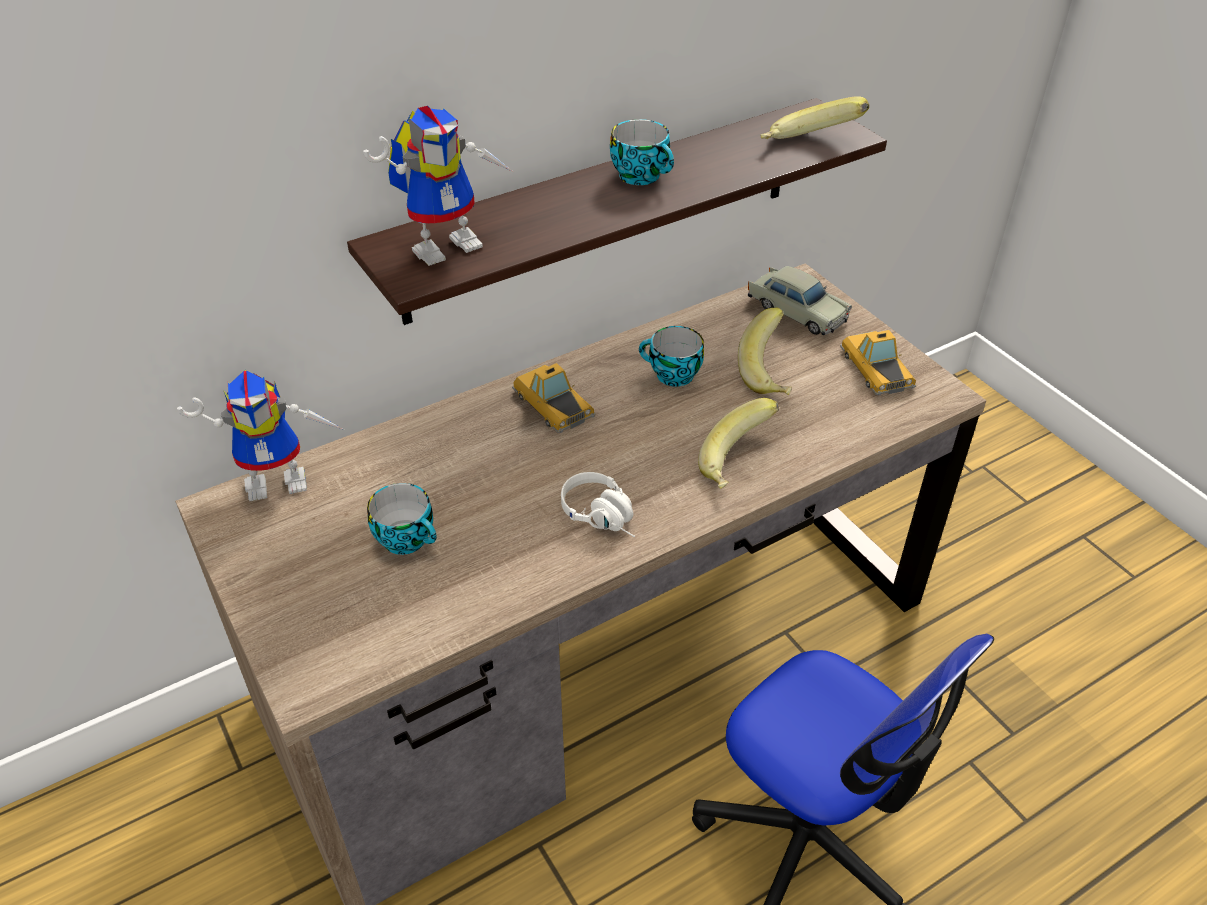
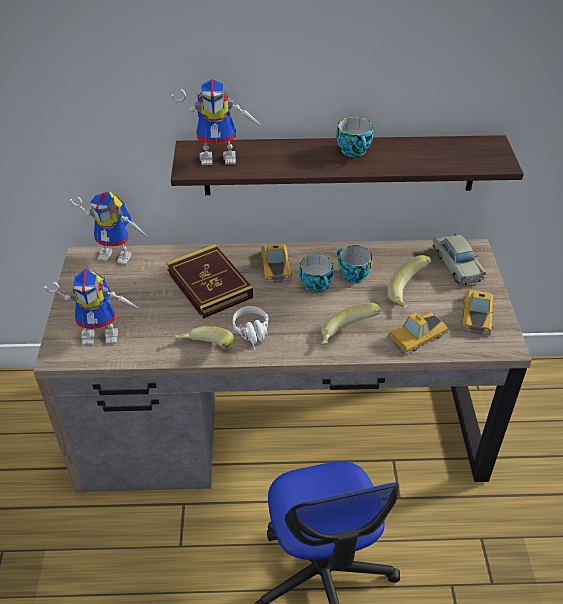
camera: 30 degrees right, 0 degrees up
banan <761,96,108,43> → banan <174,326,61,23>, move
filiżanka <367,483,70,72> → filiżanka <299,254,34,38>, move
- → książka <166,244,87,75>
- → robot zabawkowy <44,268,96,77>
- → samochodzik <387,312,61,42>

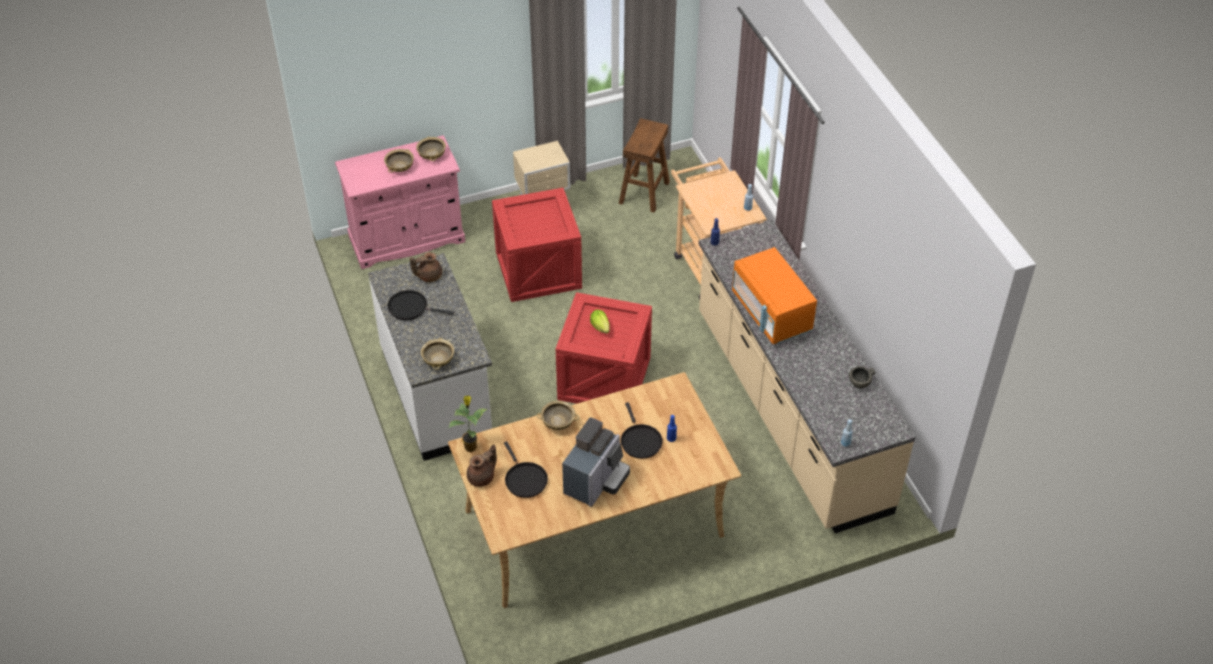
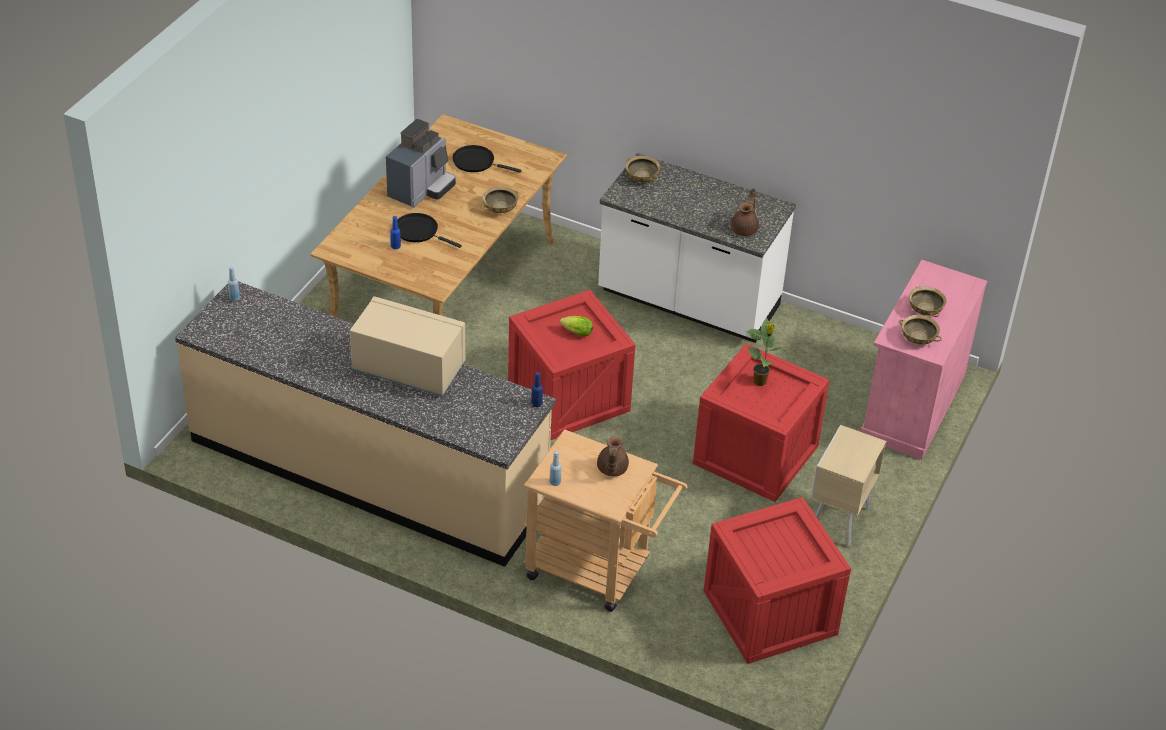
camera: 135 degrees right, 5 degrees down
stołek [brązowy] <619,118,51,94> → skrzynka <704,497,147,167>
mikrofalówka [pomarańczowy] <732,247,85,97> → mikrofalówka [beżowy] <350,296,115,100>
patelnia [czarny] <387,290,67,30> → -
miska [szary] <849,366,26,22> → -
roślina doniczkowa <449,396,38,56> → roślina doniczkowa <745,318,40,68>, move
ekspres do kawy <562,417,68,90> → ekspres do kawy <386,119,70,89>, 135 degrees counterclockwise
imbryk [brązowy] <467,445,30,42> → imbryk [brązowy] <597,437,32,39>, move

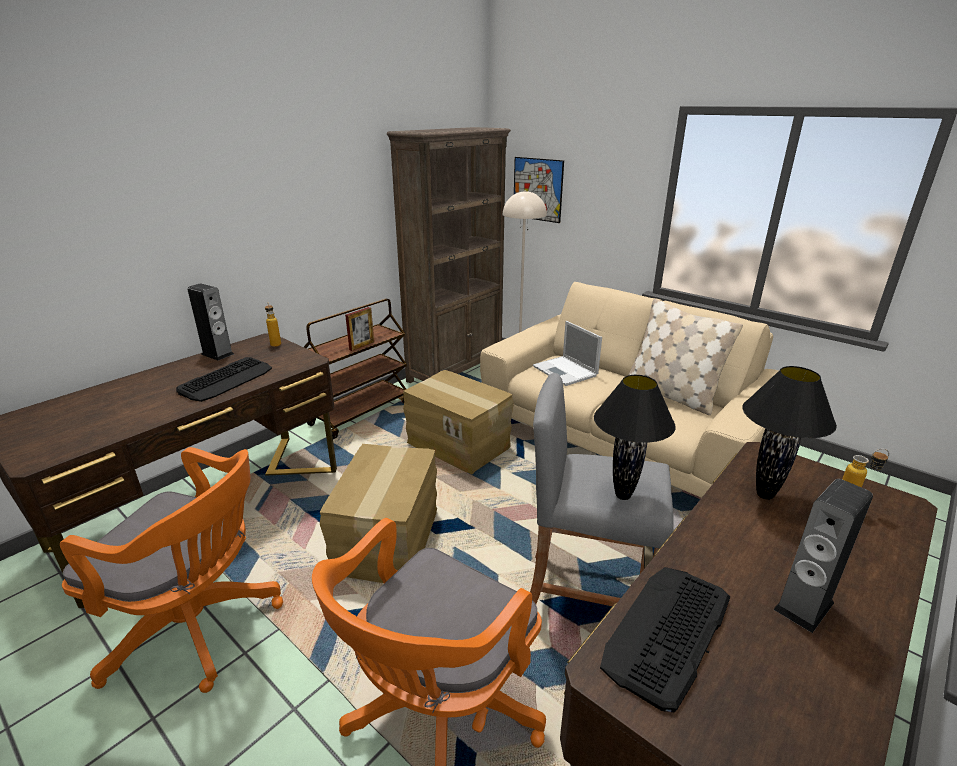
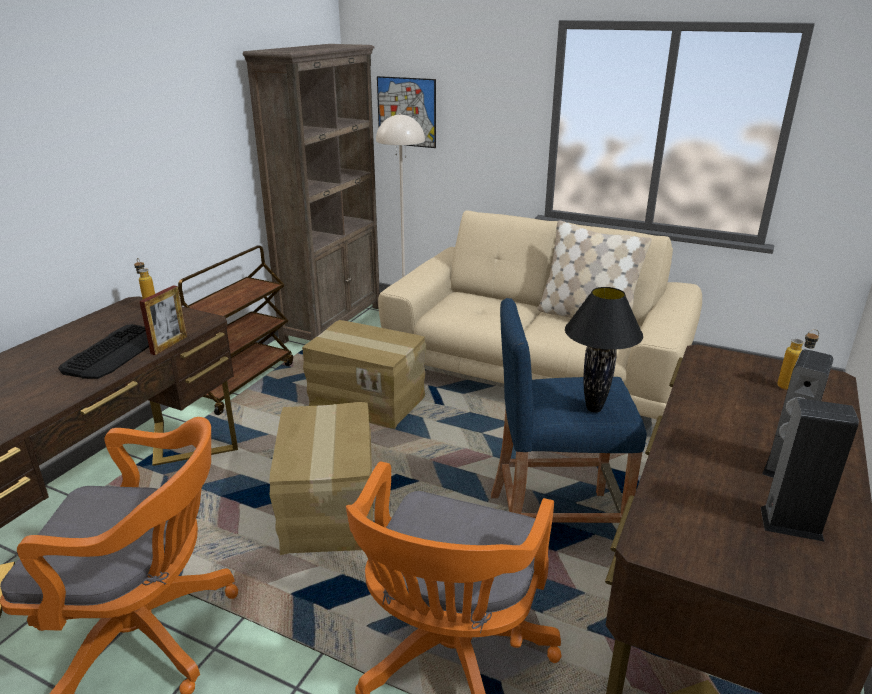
camera: 15 degrees left, 0 degrees up
głośnik <187,283,47,78> → głośnik <761,398,98,144>, move
ramka na zdjęcie <345,307,29,44> → ramka na zdjęcie <139,285,48,70>, move
laptop <533,321,69,65> → -
lampa stołowa [czarny] <743,366,94,134> → -
stołek [szary] <530,373,144,233> → stołek [niebieski] <491,298,156,225>
klawiatura <600,567,130,146> → -

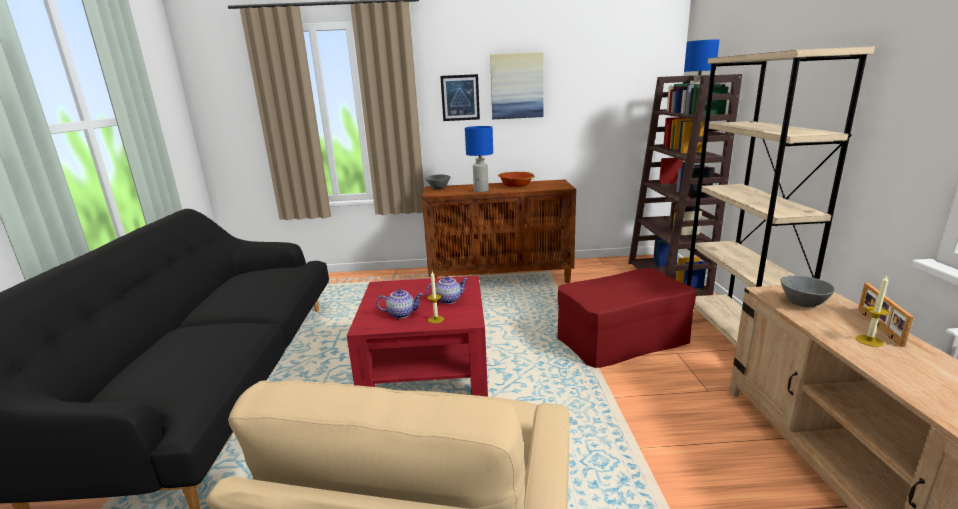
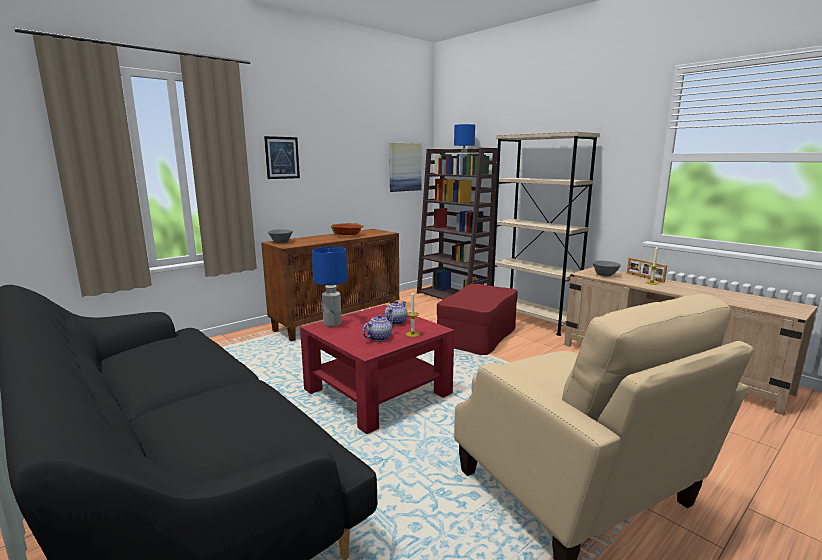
camera: 40 degrees left, 5 degrees down
obraz <490,52,54,67> → obraz <389,143,33,49>, move
lampa stołowa [niebieski] <465,126,28,66> → lampa stołowa [niebieski] <312,247,35,80>, move

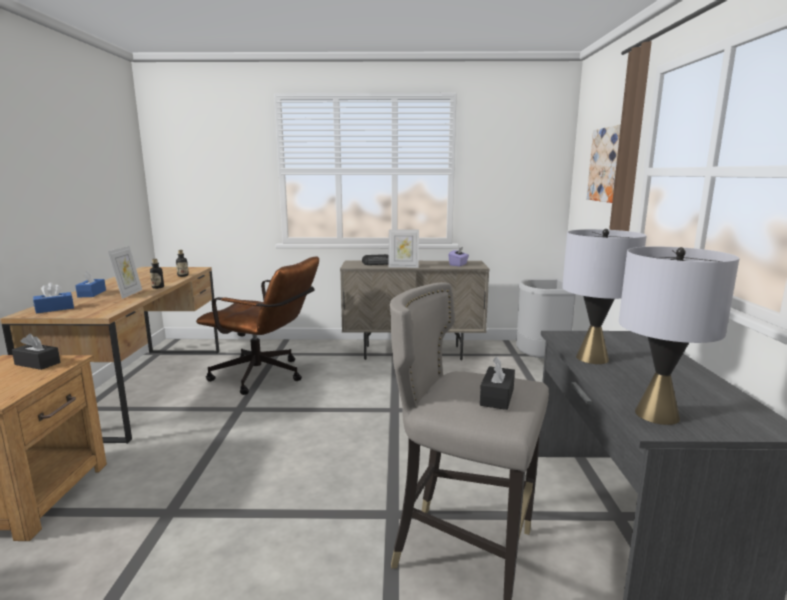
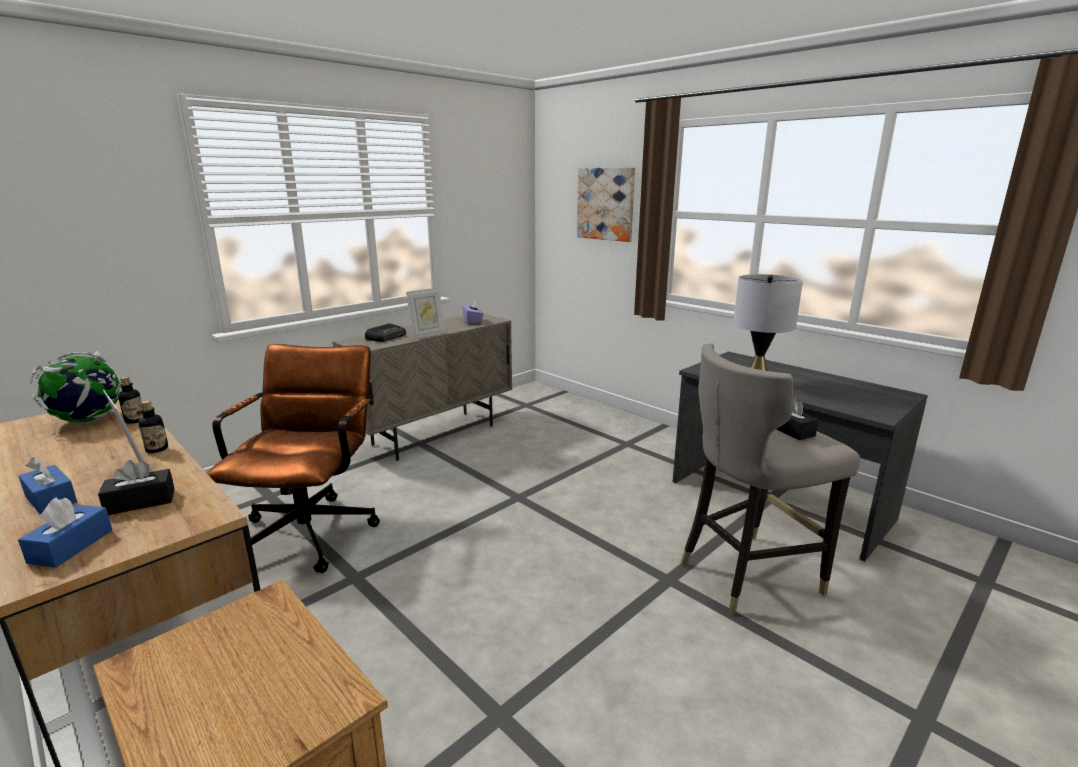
camera: 45 degrees left, 5 degrees up
lampa stołowa [szary] <619,247,121,178> → -
krzesło biurowe [brązowy] <196,257,123,138> → krzesło biurowe [brązowy] <207,344,173,229>, 60 degrees counterclockwise
kosz na śmieci [szary] <516,278,60,80> → -
pudełko chusteczek [czarny] <12,334,48,36> → pudełko chusteczek [czarny] <98,460,77,55>, move
- → globus <30,350,91,72>

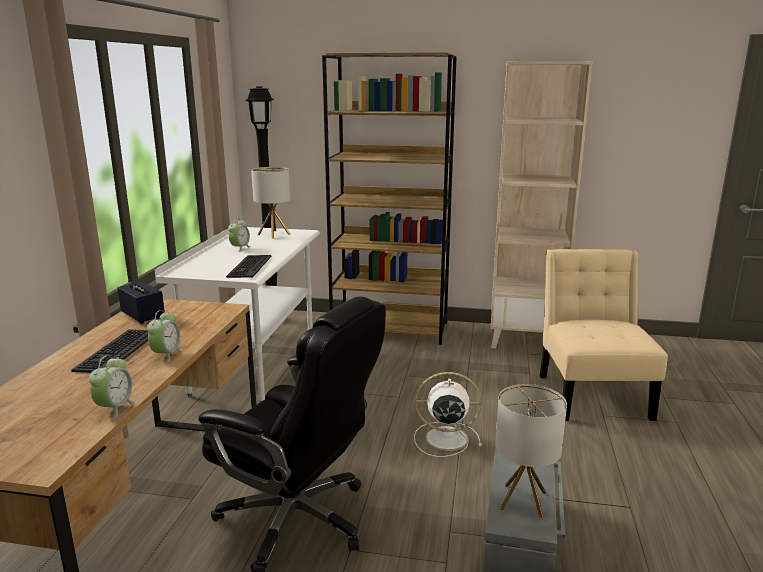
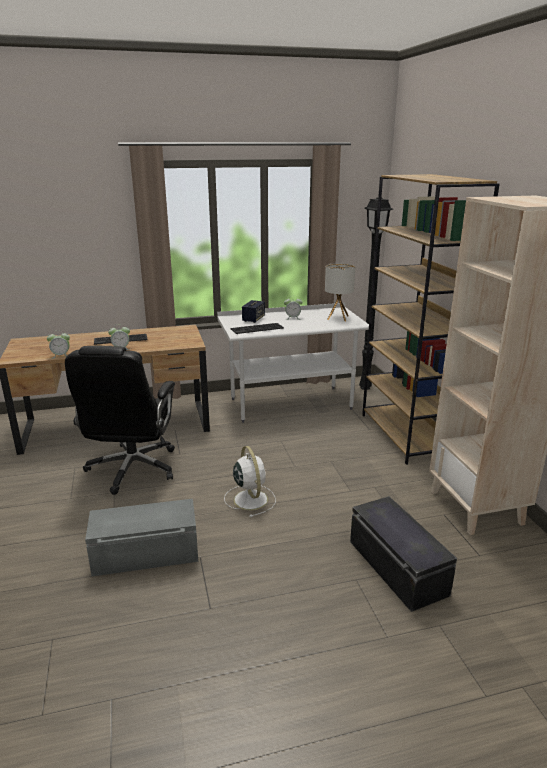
camera: 65 degrees right, 5 degrees up
krzesło [beżowy] <540,249,128,172> → pojemnik do przechowywania [czarny] <350,496,107,116>
głośnik <118,282,47,42> → głośnik <242,300,23,23>, move
lampa stołowa <495,384,72,134> → -

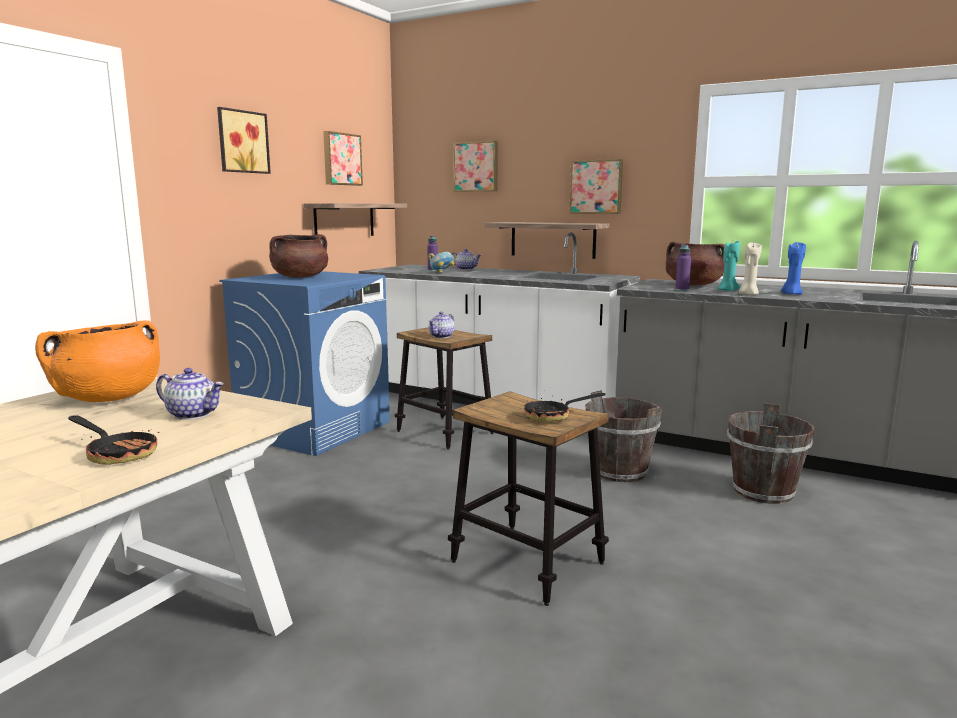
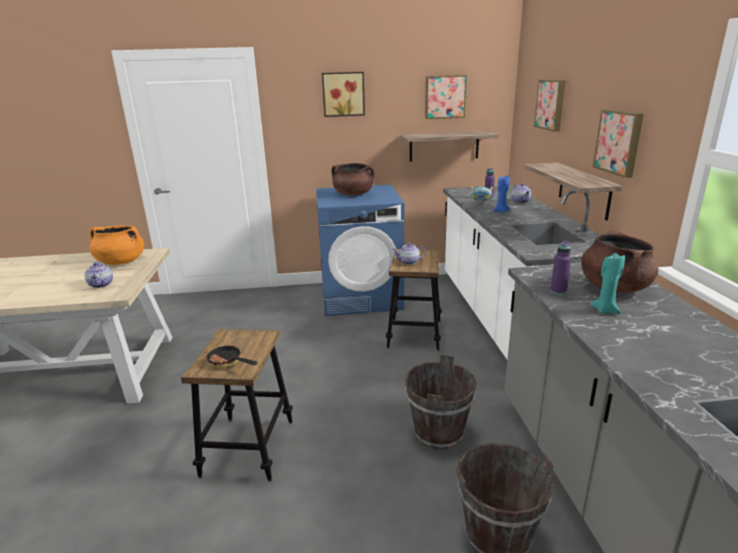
camera: 55 degrees right, 10 degrees up
świeca [niebieski] <781,242,25,53> → świeca [niebieski] <493,175,17,38>, move
świeca [beżowy] <739,243,23,52> → -
patelnia <68,415,92,50> → -

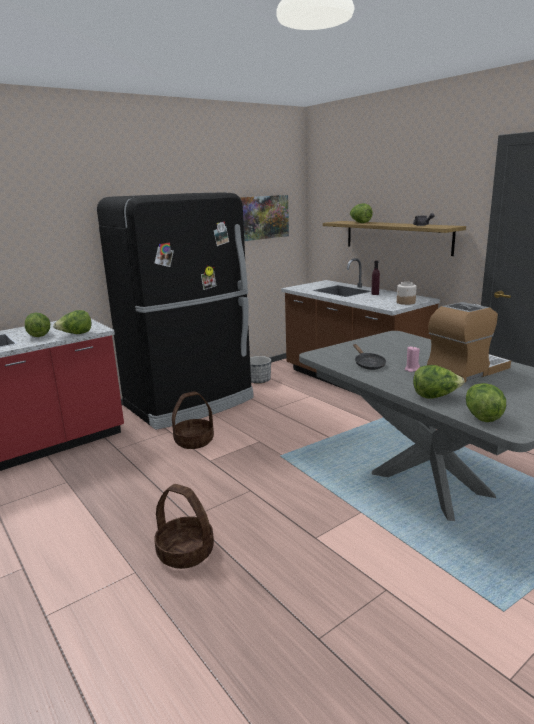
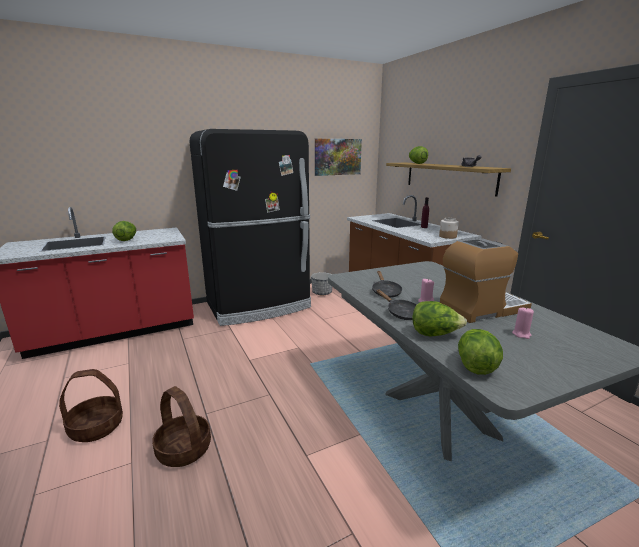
camera: 10 degrees right, 0 degrees up
sałata <53,310,39,24> → -
koszyk <172,391,42,58> → koszyk <59,369,64,73>, move
- → patelnia [czarny] <376,289,41,31>
- → świeca [różowy] <512,307,22,32>

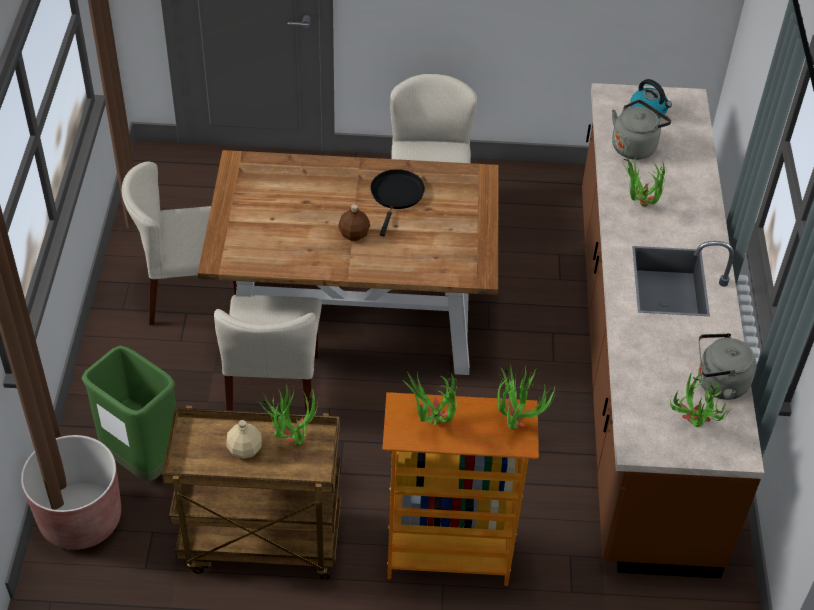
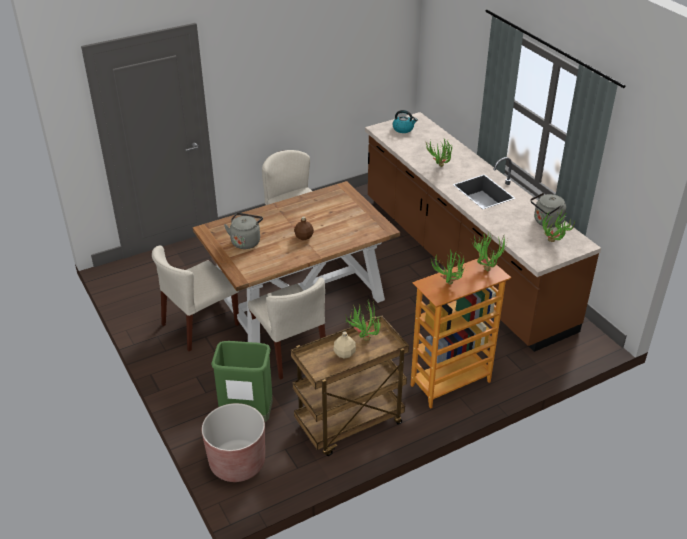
camera: 30 degrees left, 10 degrees down
czajnik [szary] <612,100,59,60> → czajnik [szary] <224,213,39,36>, move
patelnia [czarny] <370,169,55,67> → -

